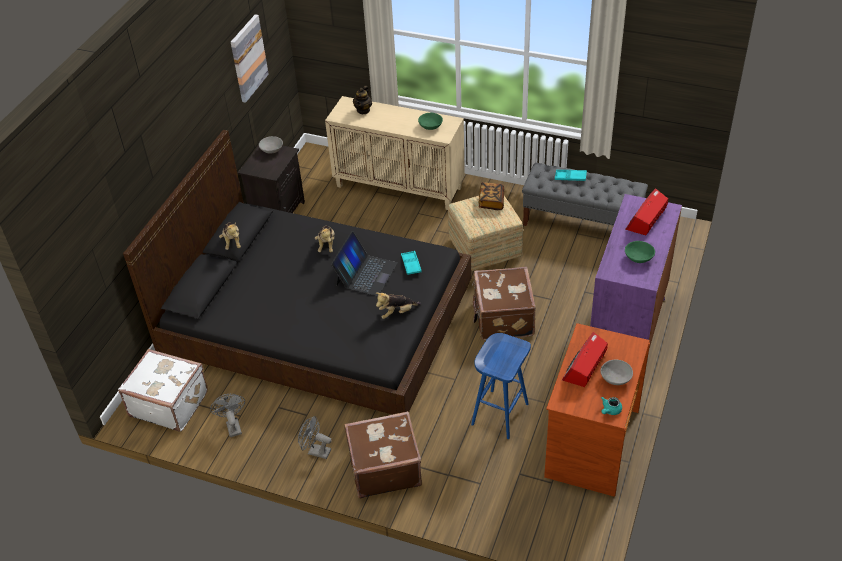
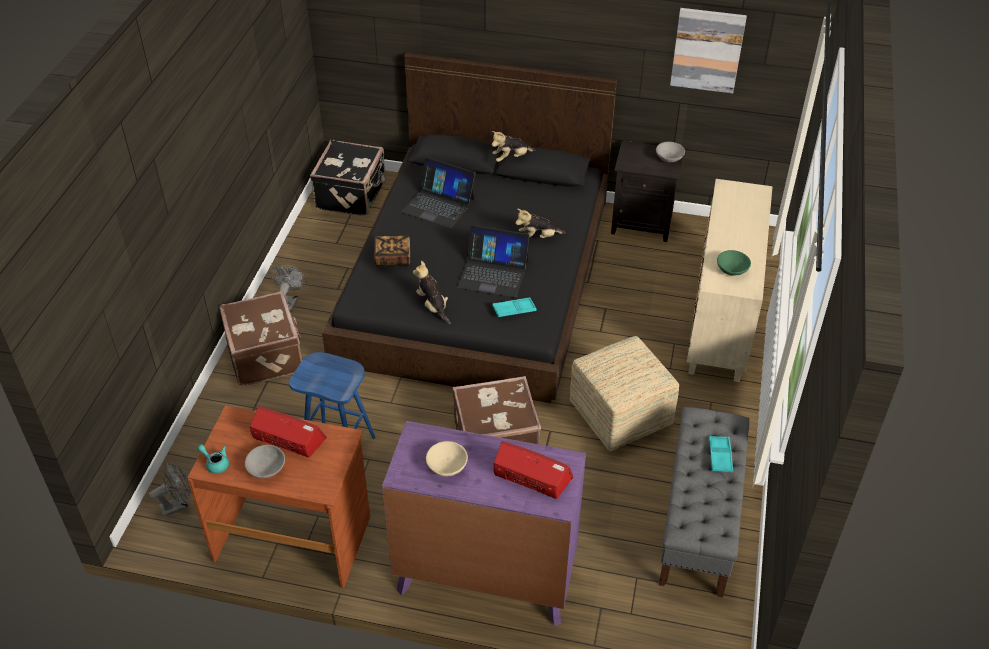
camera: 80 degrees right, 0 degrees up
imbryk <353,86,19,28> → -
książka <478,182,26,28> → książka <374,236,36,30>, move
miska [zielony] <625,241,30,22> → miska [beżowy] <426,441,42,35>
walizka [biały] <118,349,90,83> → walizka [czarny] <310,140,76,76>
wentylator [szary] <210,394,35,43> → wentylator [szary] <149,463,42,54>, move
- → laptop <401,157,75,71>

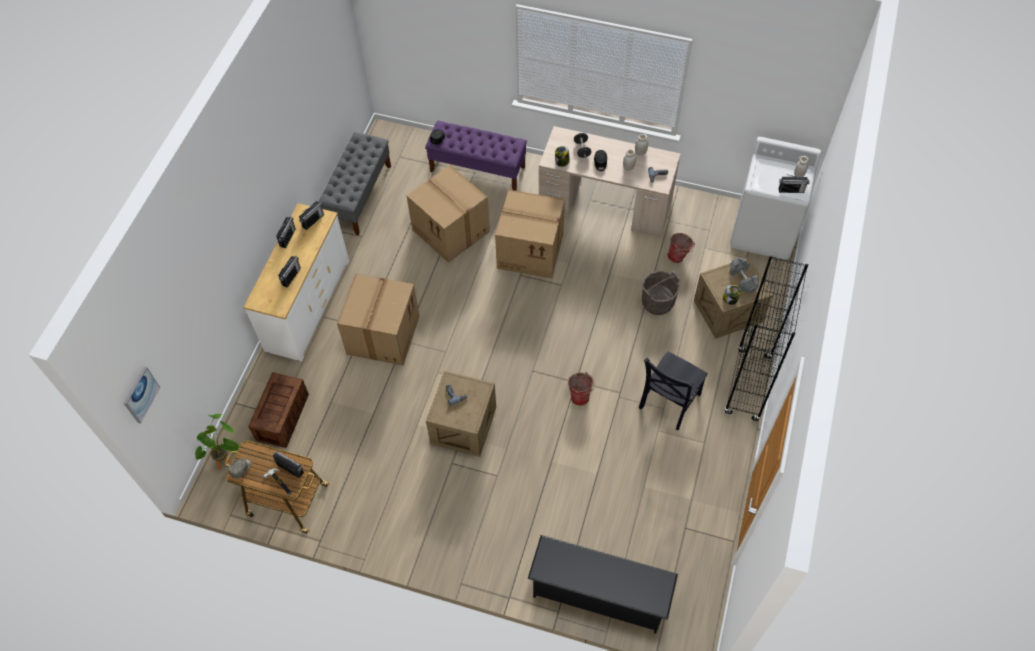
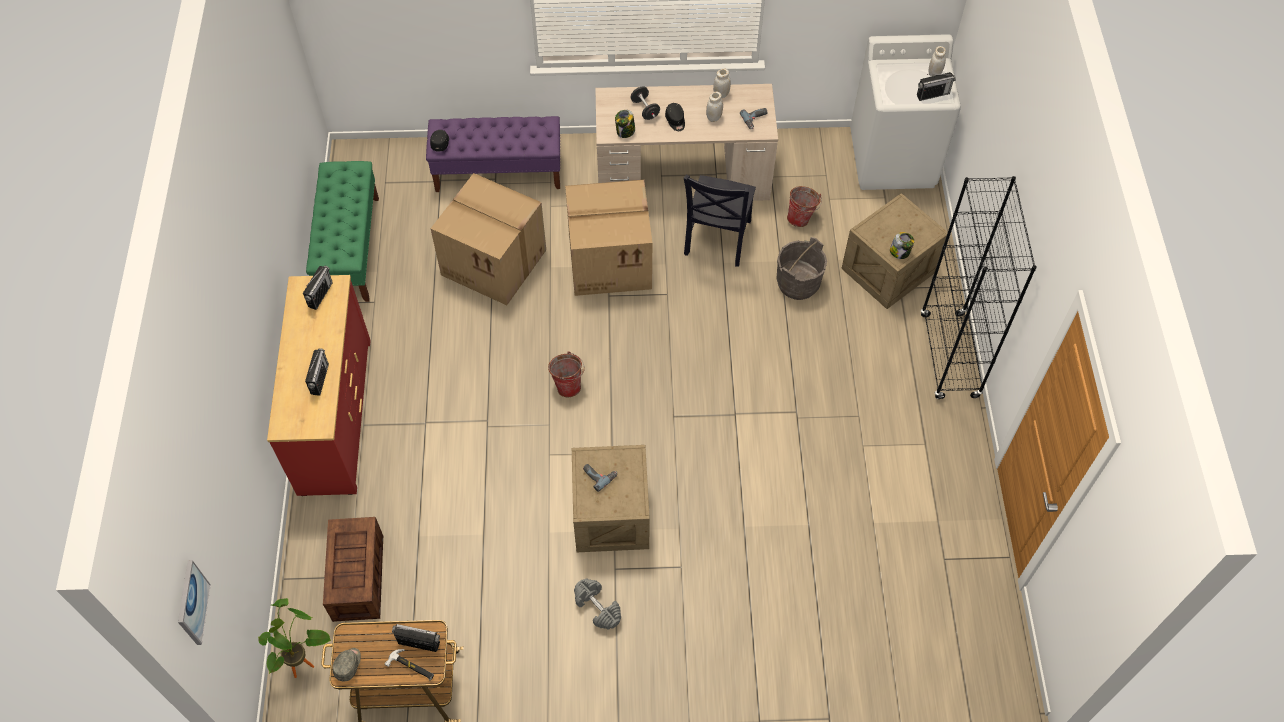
camera: 20 degrees left, 0 degrees up
ławka [szary] <319,132,72,103> → ławka [zielony] <306,161,73,141>
komoda [biały] <243,203,106,158> → komoda [czerwony] <267,275,104,221>
radio <276,217,20,31> → -
hantel [szary] <730,258,29,35> → hantel [szary] <574,579,47,51>, move
karton <337,273,83,93> → -
krzesło [czarny] <639,351,69,79> → krzesło [czarny] <684,174,72,93>, move
wiadro <568,372,27,34> → wiadro <548,351,37,46>, move
regał na buty [czarny] <528,535,150,99> → -

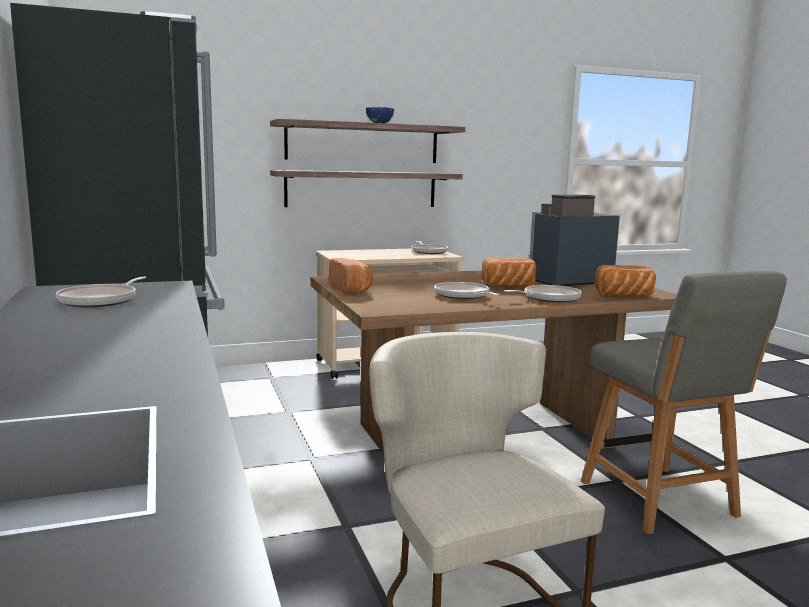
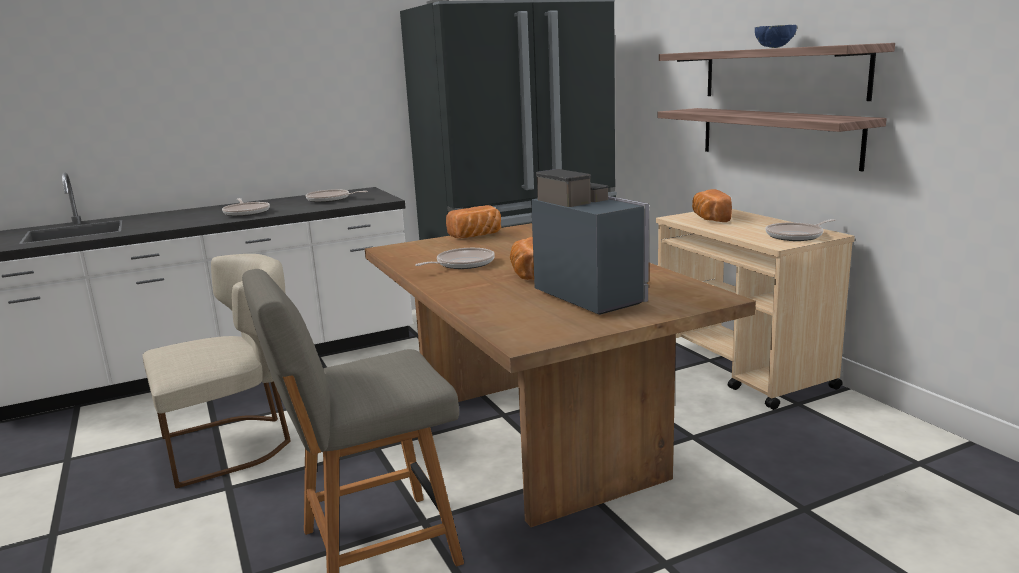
camera: 85 degrees right, 5 degrees up
chleb <595,265,61,31> → chleb <692,189,40,33>, move
patelnia <504,285,77,17> → patelnia <222,198,48,19>, move

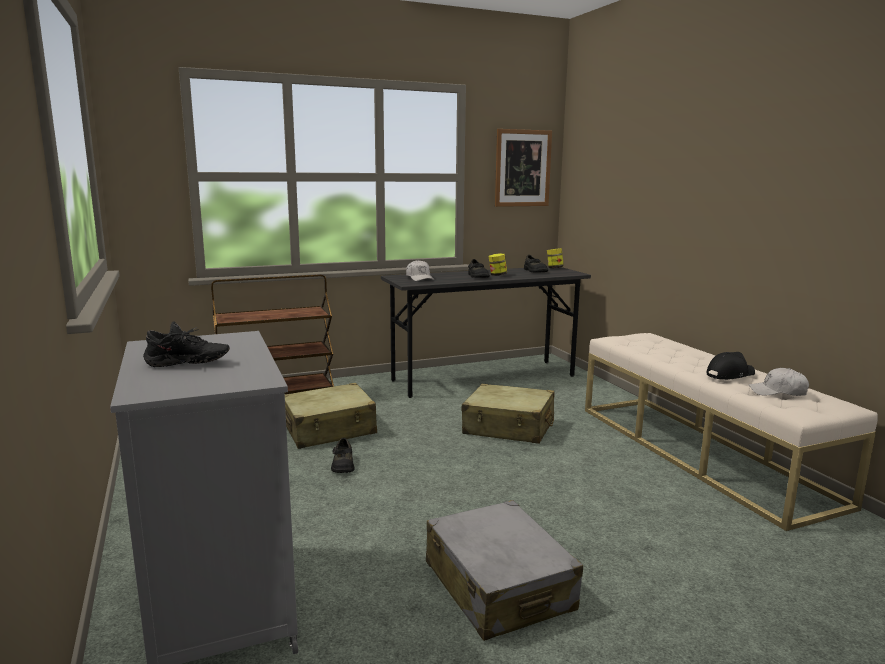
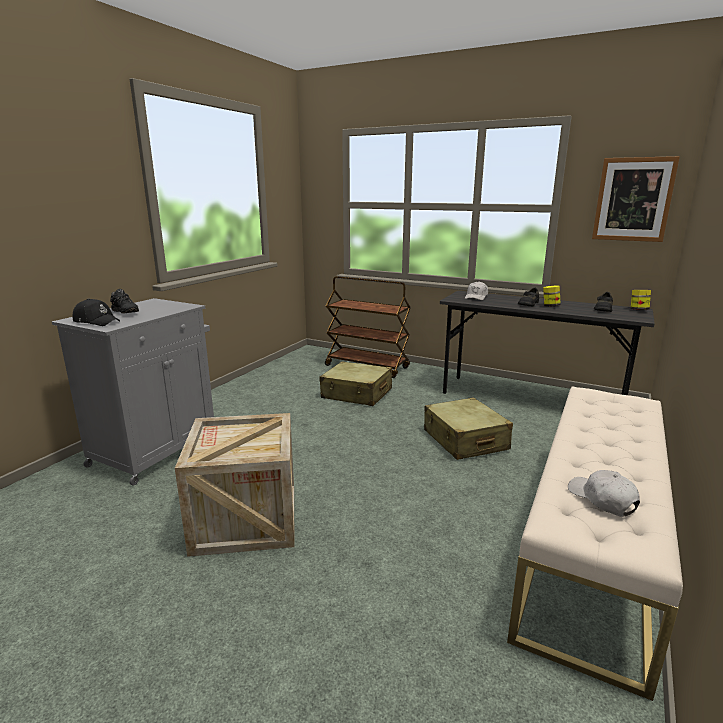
camera: 50 degrees right, 5 degrees up
czapka z daszkiem [czarny] <706,352,49,28> → czapka z daszkiem [czarny] <73,299,47,27>, move
but [czarny] <331,438,23,35> → -
walizka [szary] <426,500,157,141> → skrzynka <175,413,120,144>

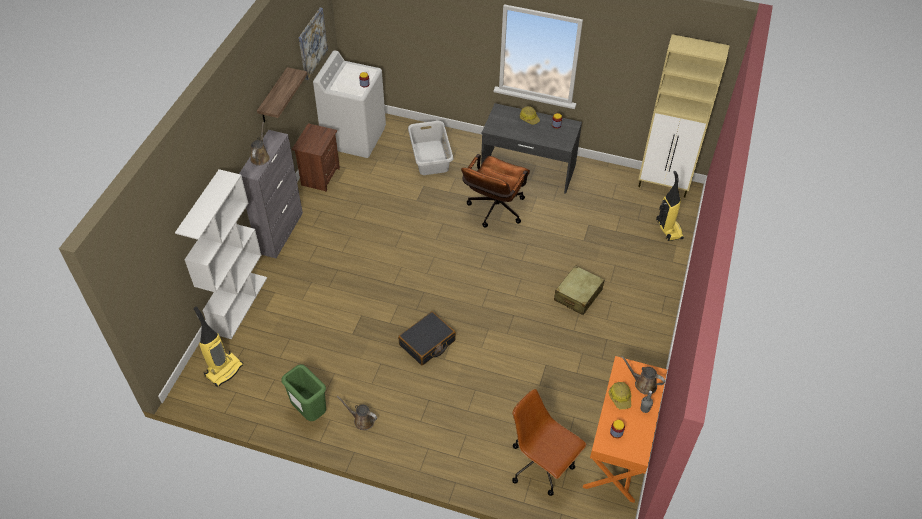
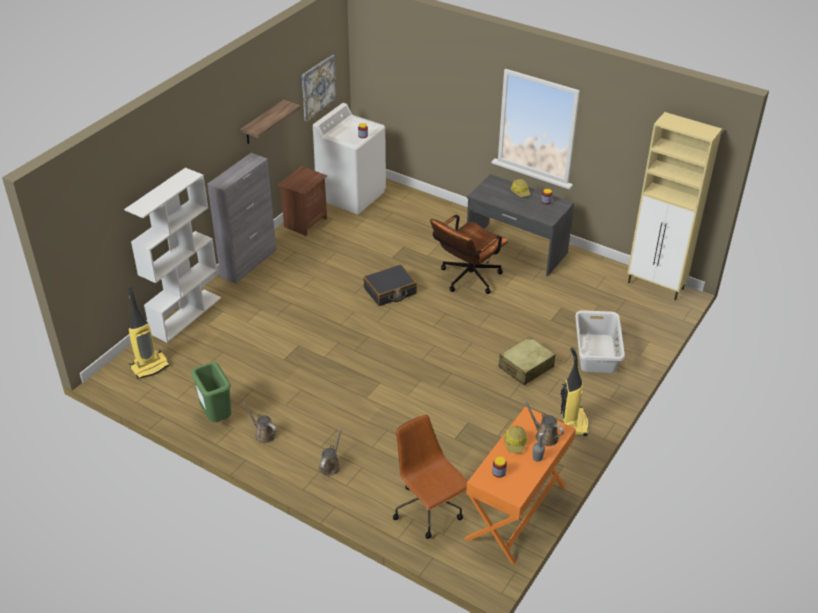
camera: 15 degrees right, 10 degrees down
kosz na pranie [szary] <408,121,45,54> → kosz na pranie [szary] <575,310,50,63>, move
konewka [brązowy] <250,122,20,43> → konewka [brązowy] <319,428,23,48>, move
odkurzacz <656,171,28,70> → odkurzacz <561,347,28,89>, move
walizka [czarny] <398,311,58,54> → walizka [czarny] <363,265,54,41>, move

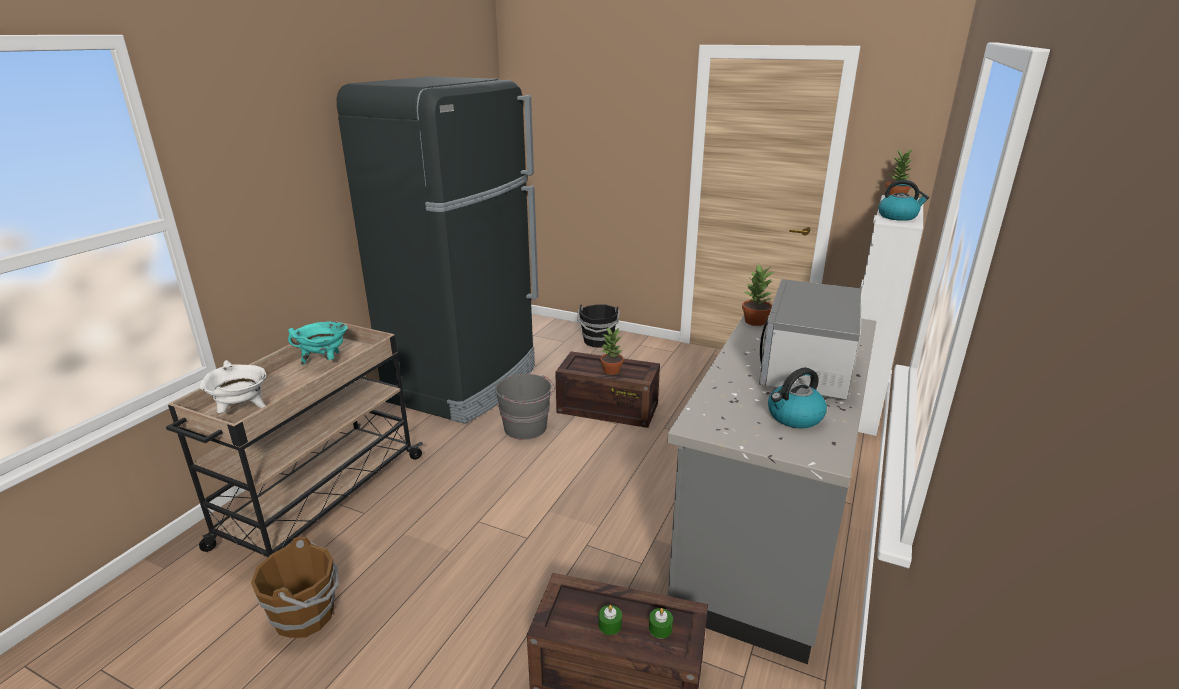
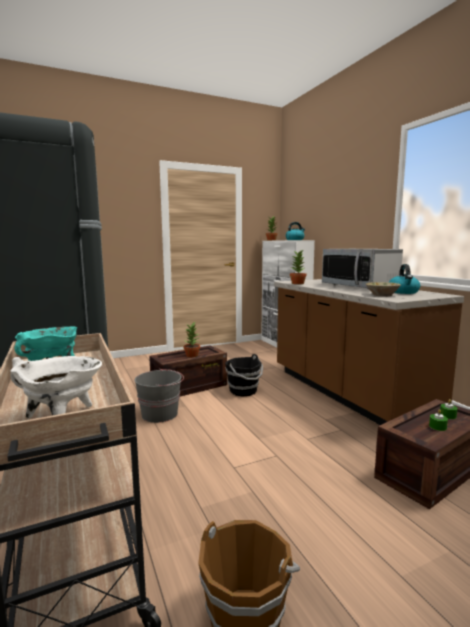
camera: 50 degrees left, 15 degrees down
zabudowa kuchenna [szary] <667,304,209,360> → zabudowa kuchenna [brązowy] <274,279,190,146>
wiadro [czarny] <577,305,43,43> → wiadro [czarny] <225,354,38,42>, move
- → miska [beżowy] <366,282,35,15>

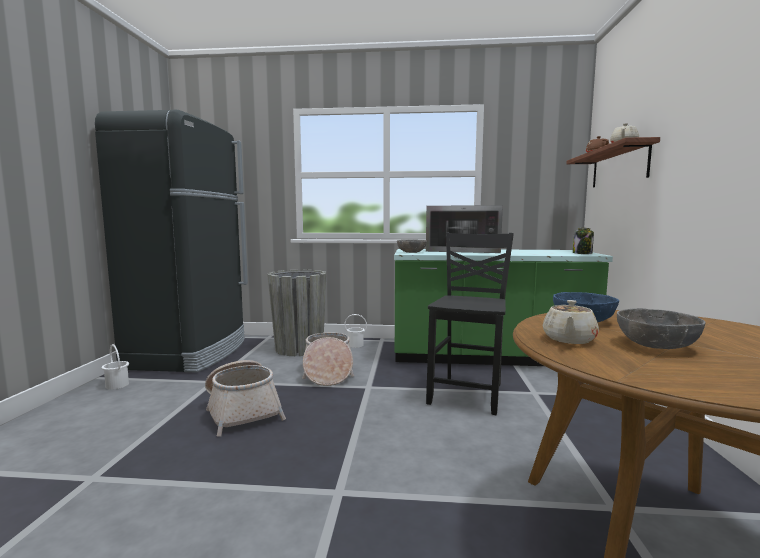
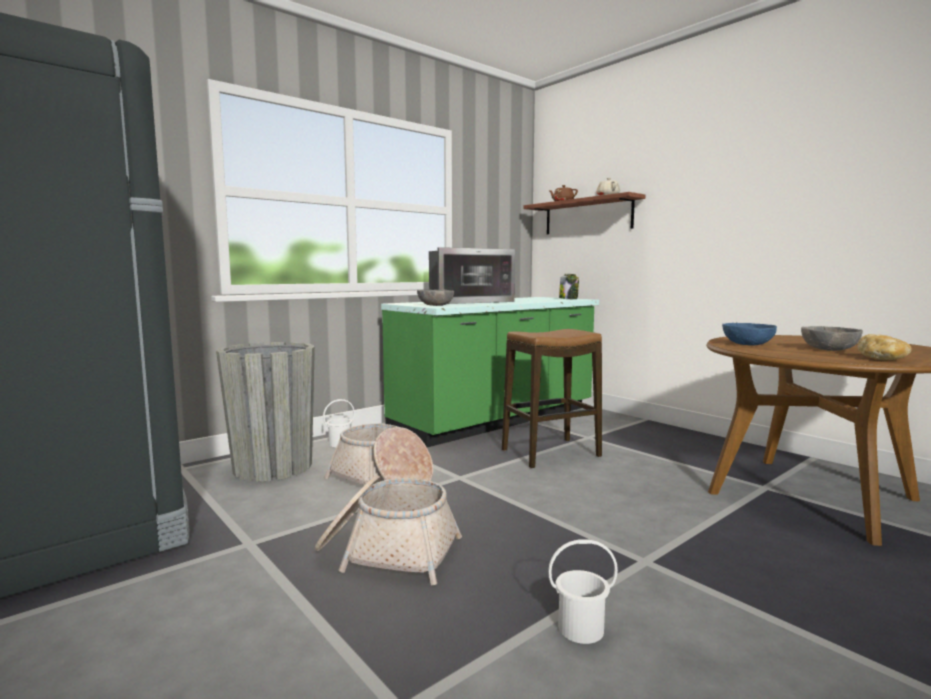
camera: 45 degrees left, 0 degrees up
krzesło [czarny] <426,232,88,183> → stołek <502,329,100,140>
imbryk [beżowy] <543,300,56,44> → -
wiadro [biały] <102,344,27,46> → wiadro [biały] <548,539,70,105>, move
- → chleb <858,334,54,26>

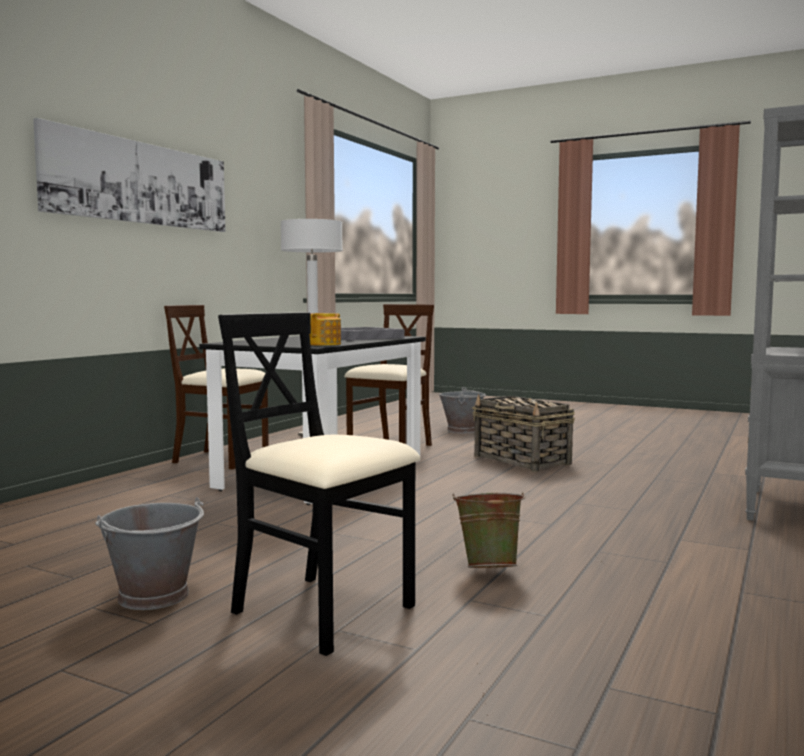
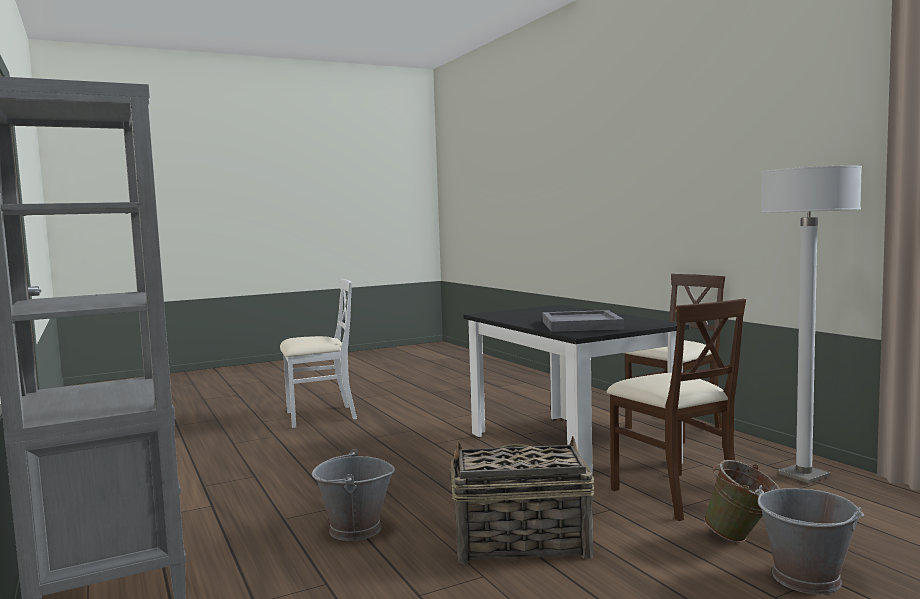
camera: 125 degrees right, 0 degrees up
obraz <33,118,193,114> → -
krzesło [czarny] <218,312,202,344> → krzesło [biały] <280,279,77,149>
imbryk <310,313,31,33> → -
wiadro [zielony] <453,492,73,76> → wiadro [zielony] <704,460,76,83>, move
wiadro [szary] <95,497,109,113> → wiadro [szary] <312,449,83,92>, move

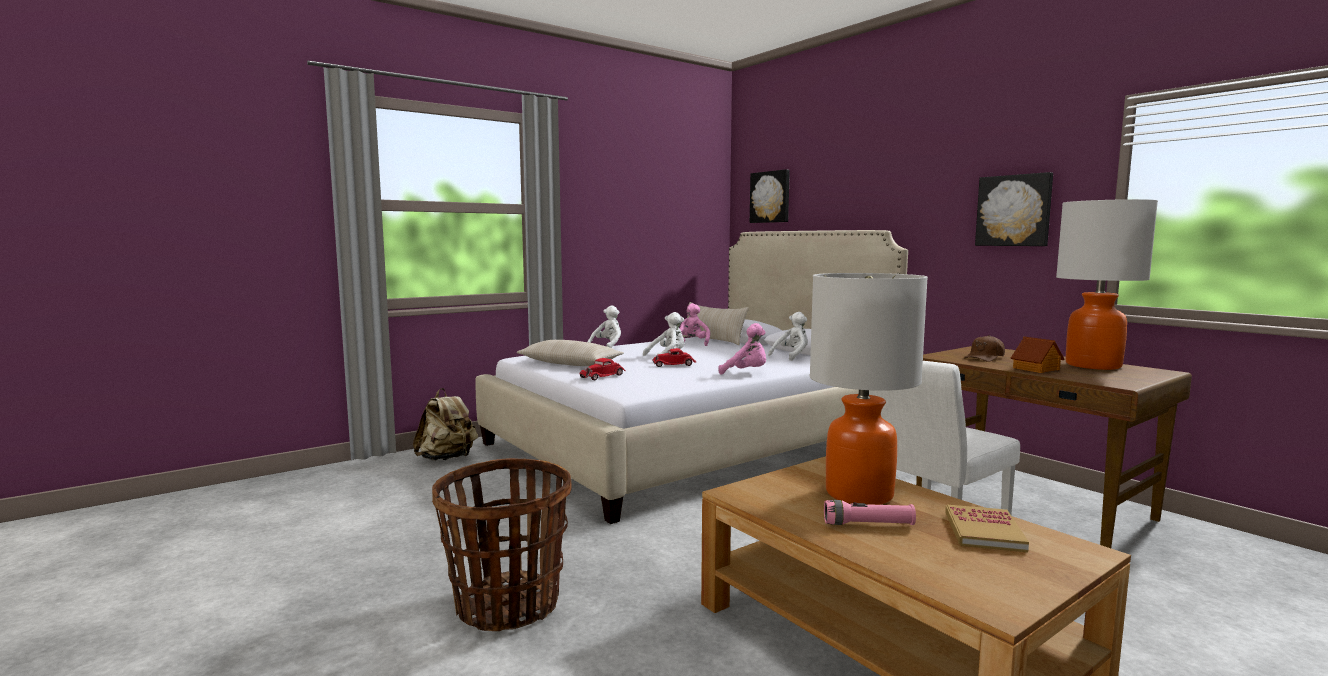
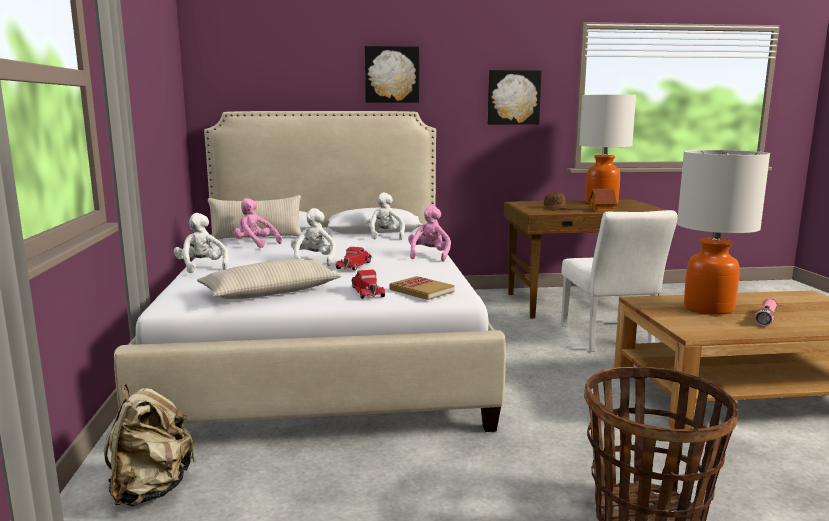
camera: 60 degrees left, 5 degrees up
obraz <750,169,40,54> → obraz <365,46,54,57>, move
pluszak [różowy] <718,323,48,52> → pluszak [różowy] <408,205,43,57>, 45 degrees counterclockwise
książka <945,505,84,48> → książka <389,276,66,24>, move

